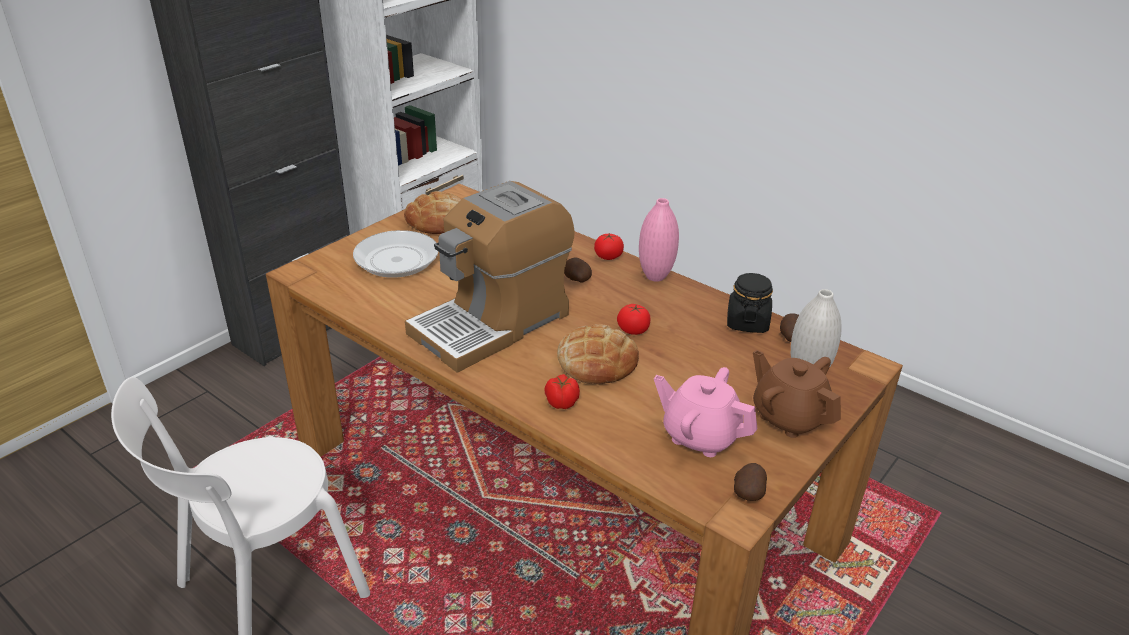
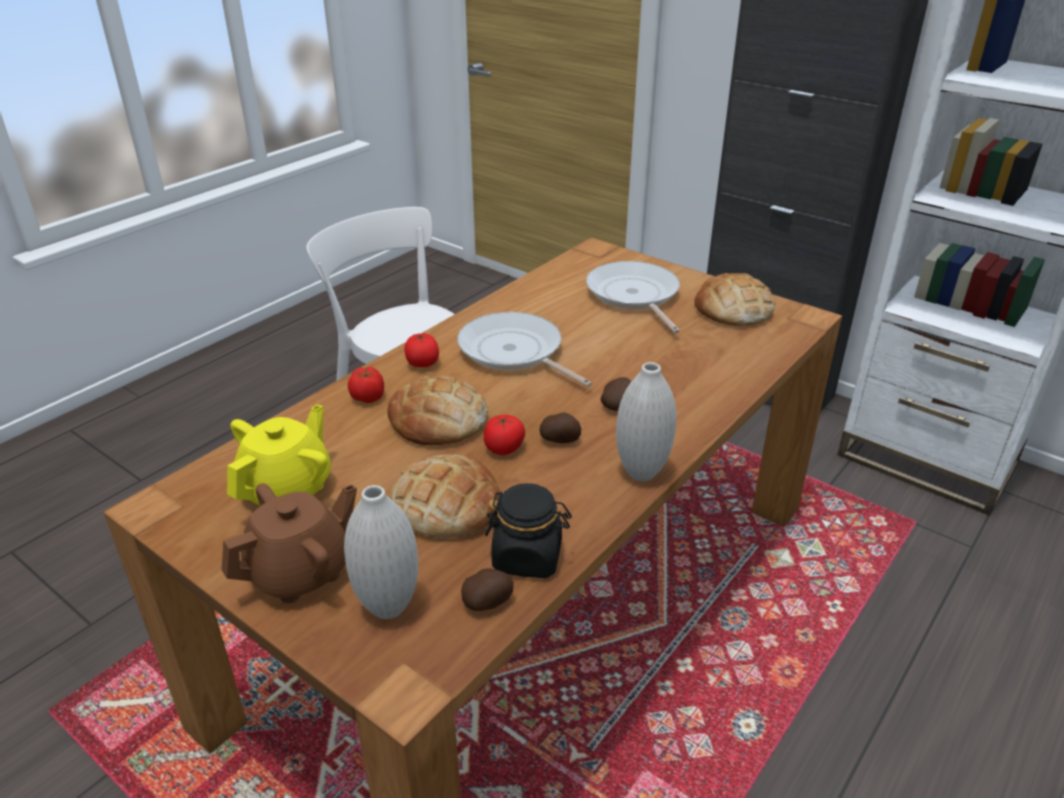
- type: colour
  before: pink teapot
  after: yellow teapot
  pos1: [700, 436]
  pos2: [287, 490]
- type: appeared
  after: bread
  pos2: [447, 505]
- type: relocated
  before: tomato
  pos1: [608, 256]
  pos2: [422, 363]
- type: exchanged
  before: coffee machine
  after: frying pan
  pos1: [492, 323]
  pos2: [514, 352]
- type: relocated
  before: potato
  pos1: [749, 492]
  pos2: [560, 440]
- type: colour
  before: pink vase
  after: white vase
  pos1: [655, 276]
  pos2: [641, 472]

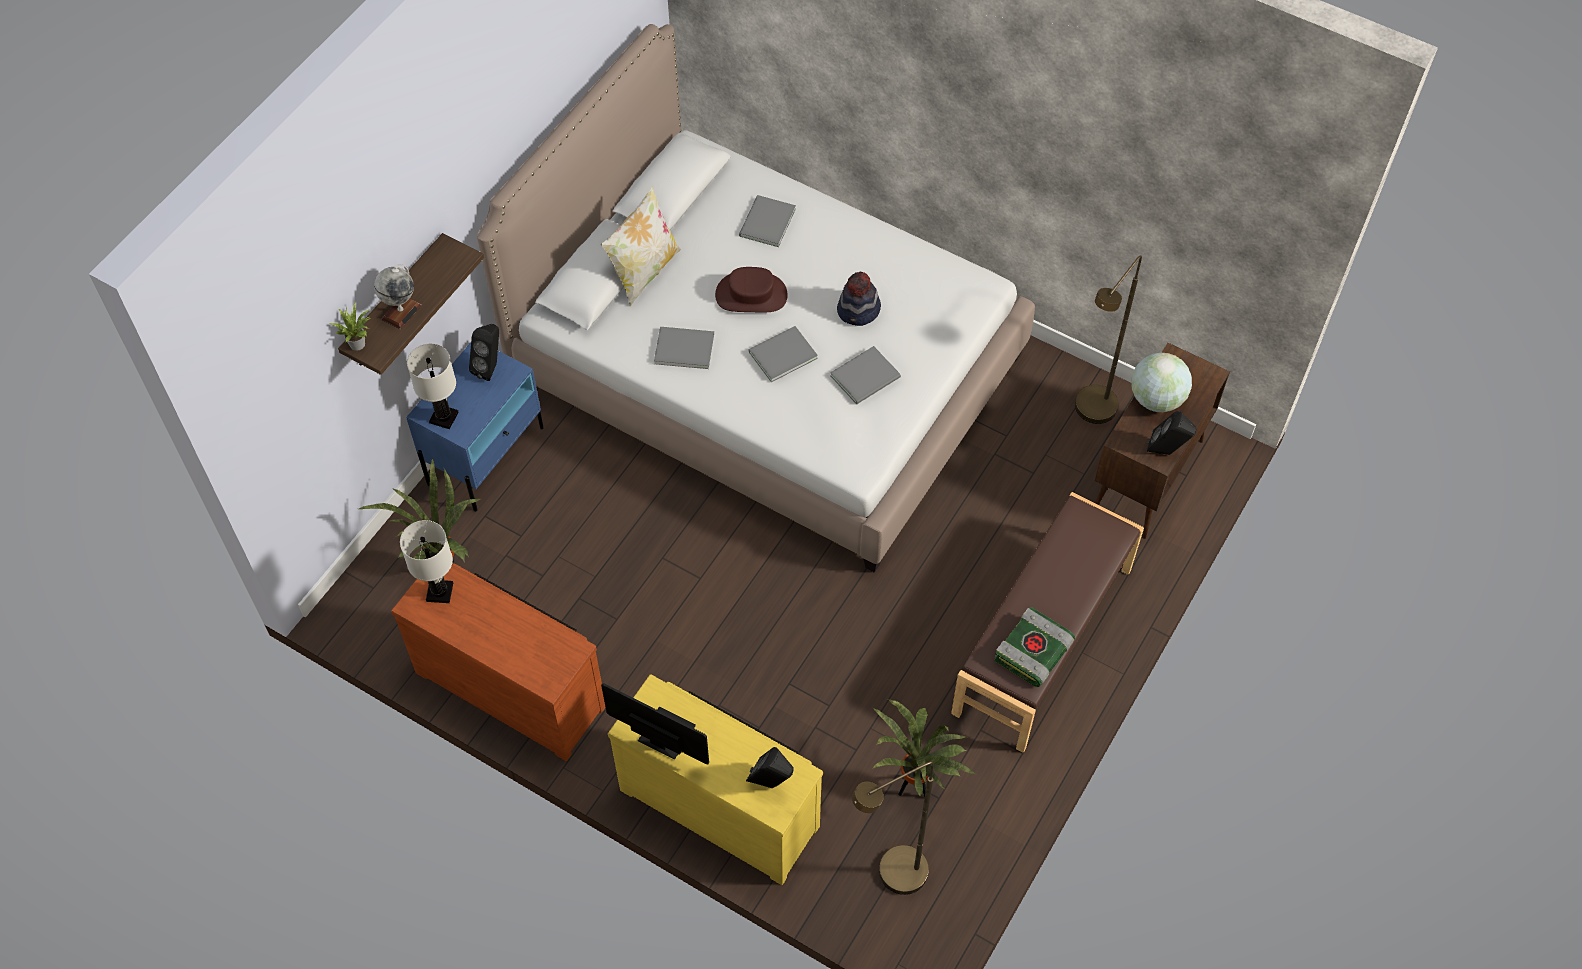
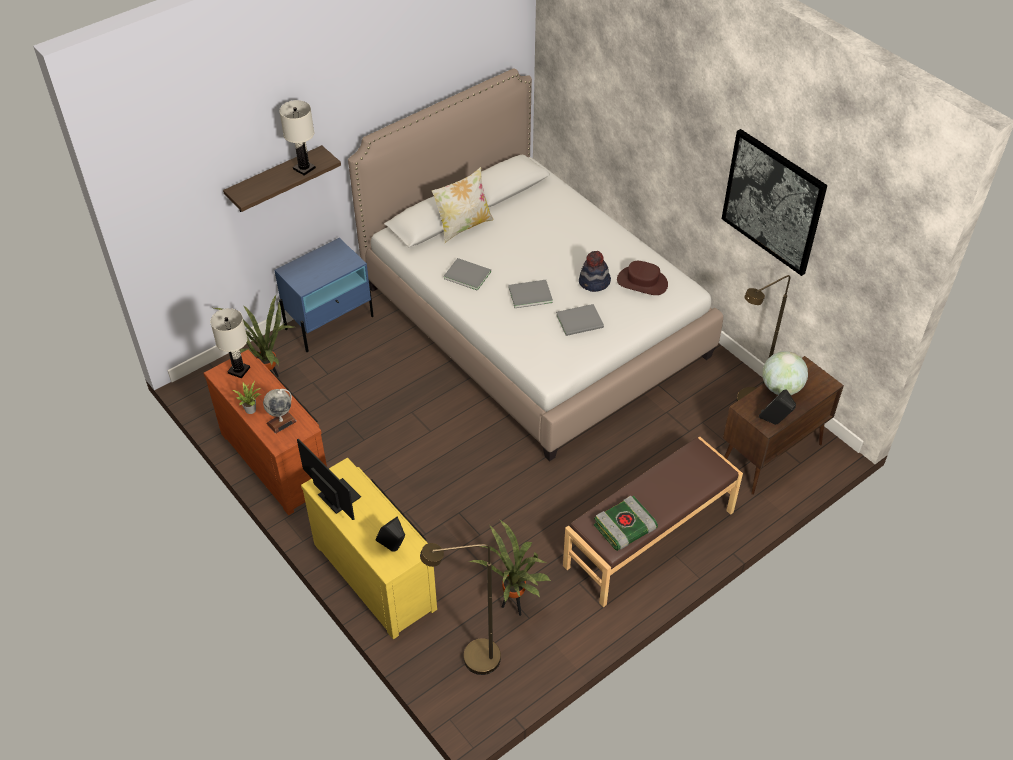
- type: relocated
  before: potted plant
  pos1: [358, 342]
  pos2: [251, 409]
- type: relocated
  before: globe
  pos1: [401, 312]
  pos2: [281, 422]
- type: relocated
  before: white table lamp
  pos1: [444, 418]
  pos2: [304, 169]
- type: relocated
  before: brown hat
  pos1: [751, 295]
  pos2: [642, 282]
- type: appeared
  after: picture
  pos2: [773, 202]
- type: missing
  before: black speaker
  pos1: [490, 367]
- type: missing
  before: grey book
  pos1: [765, 223]

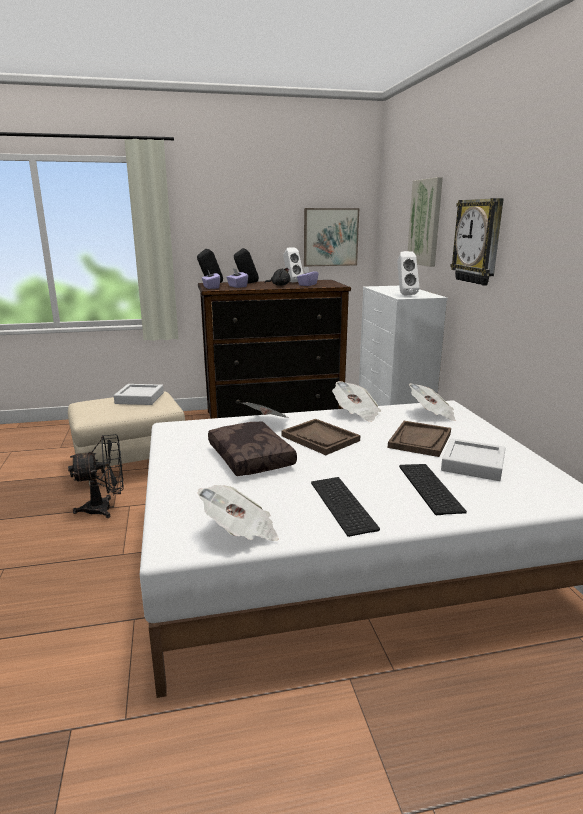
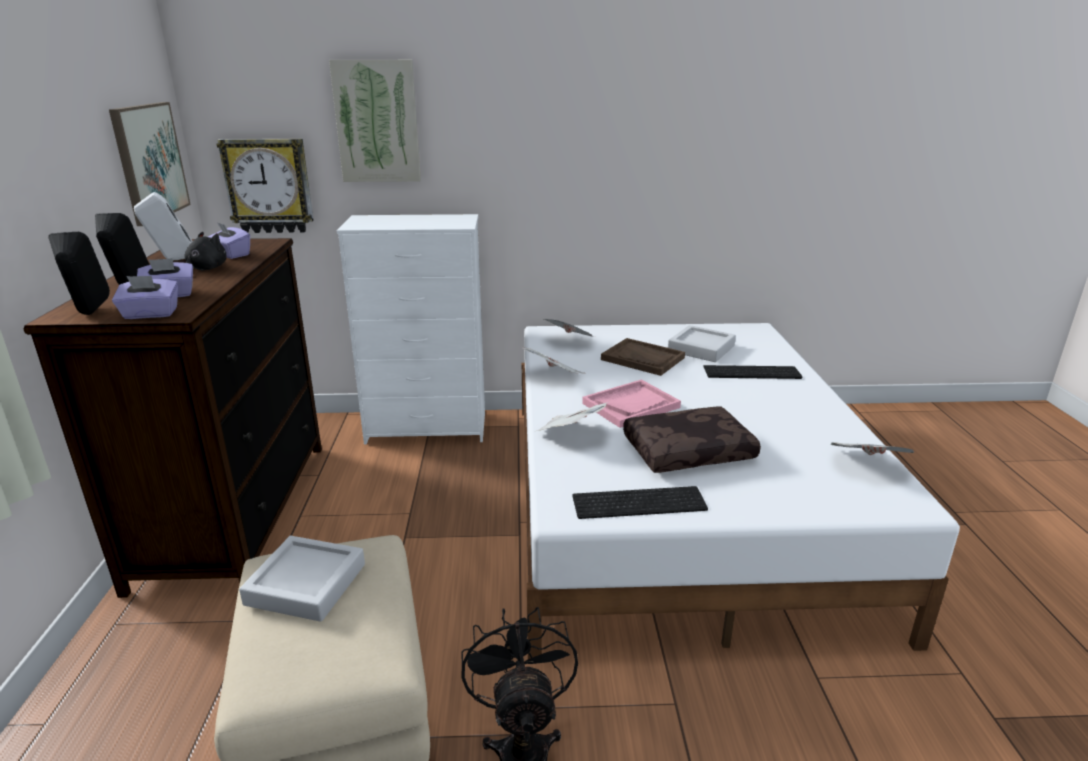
- type: relocated
  before: wall clock
  pos1: [478, 241]
  pos2: [269, 186]
- type: relocated
  before: keyboard
  pos1: [345, 505]
  pos2: [639, 501]
- type: colour
  before: brown tray
  after: pink tray
  pos1: [320, 438]
  pos2: [631, 405]
- type: missing
  before: white speaker
  pos1: [404, 295]

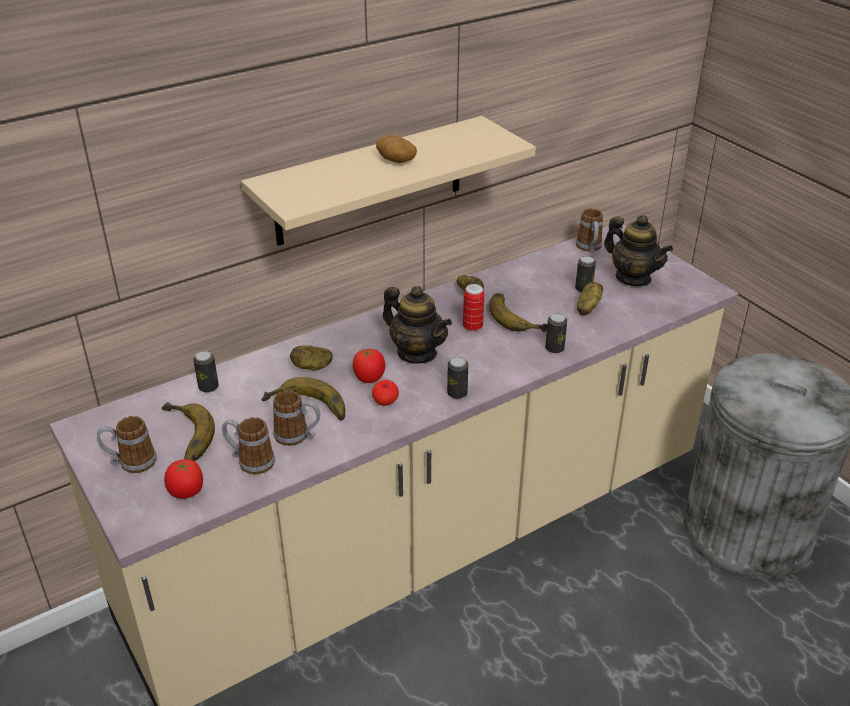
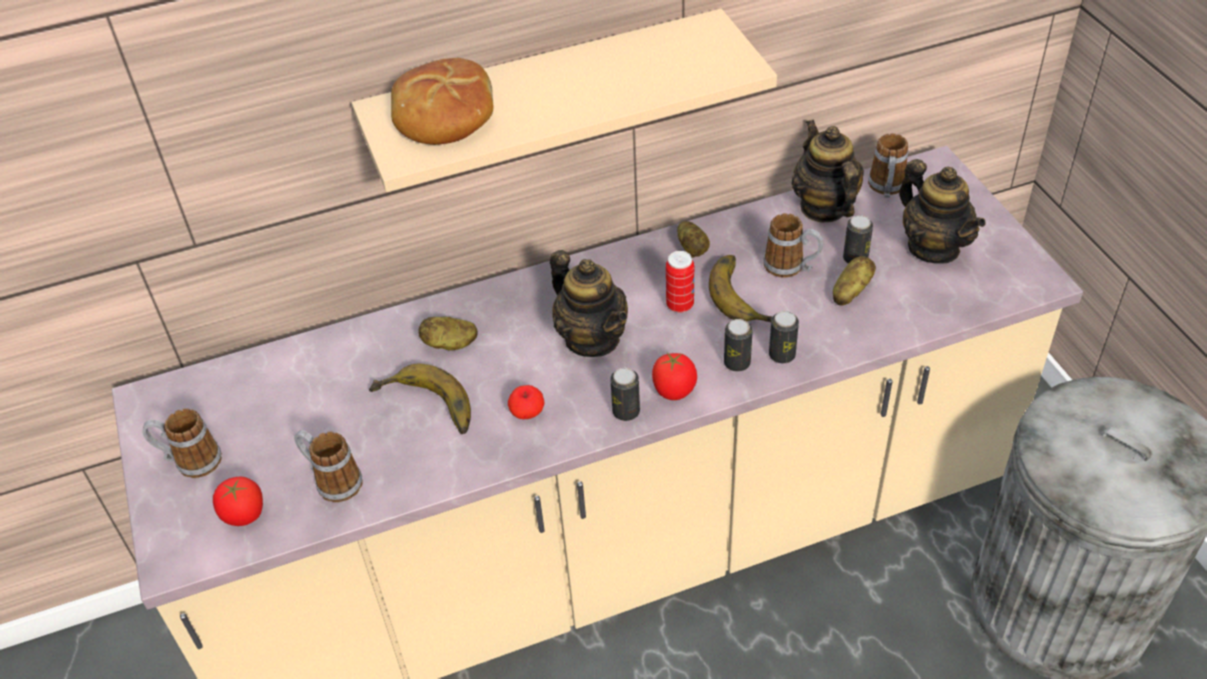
- type: appeared
  after: bread
  pos2: [444, 117]
- type: relocated
  before: tomato
  pos1: [369, 378]
  pos2: [674, 390]
- type: relocated
  before: can
  pos1: [208, 387]
  pos2: [737, 363]
- type: relocated
  before: mug
  pos1: [298, 436]
  pos2: [791, 267]
- type: appeared
  after: teapot
  pos2: [824, 207]
- type: missing
  before: banana
  pos1: [182, 438]
- type: missing
  before: potato
  pos1: [395, 160]

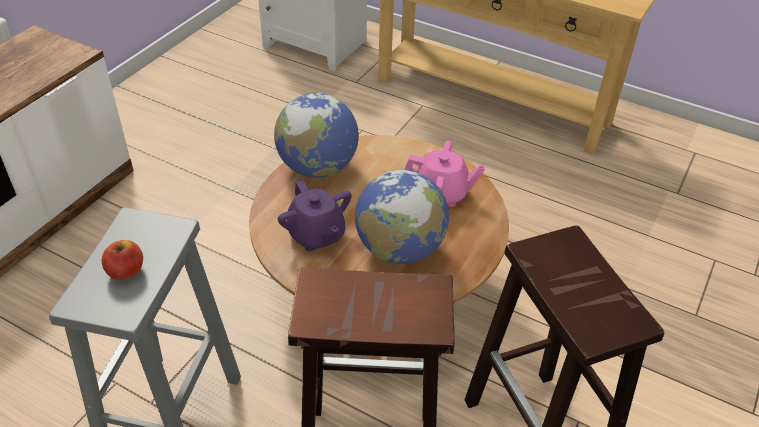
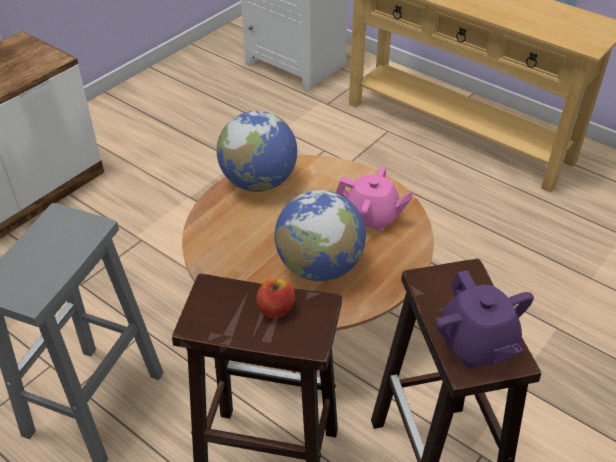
- type: relocated
  before: apple
  pos1: [126, 271]
  pos2: [275, 309]
- type: relocated
  before: purple teapot
  pos1: [316, 235]
  pos2: [477, 344]

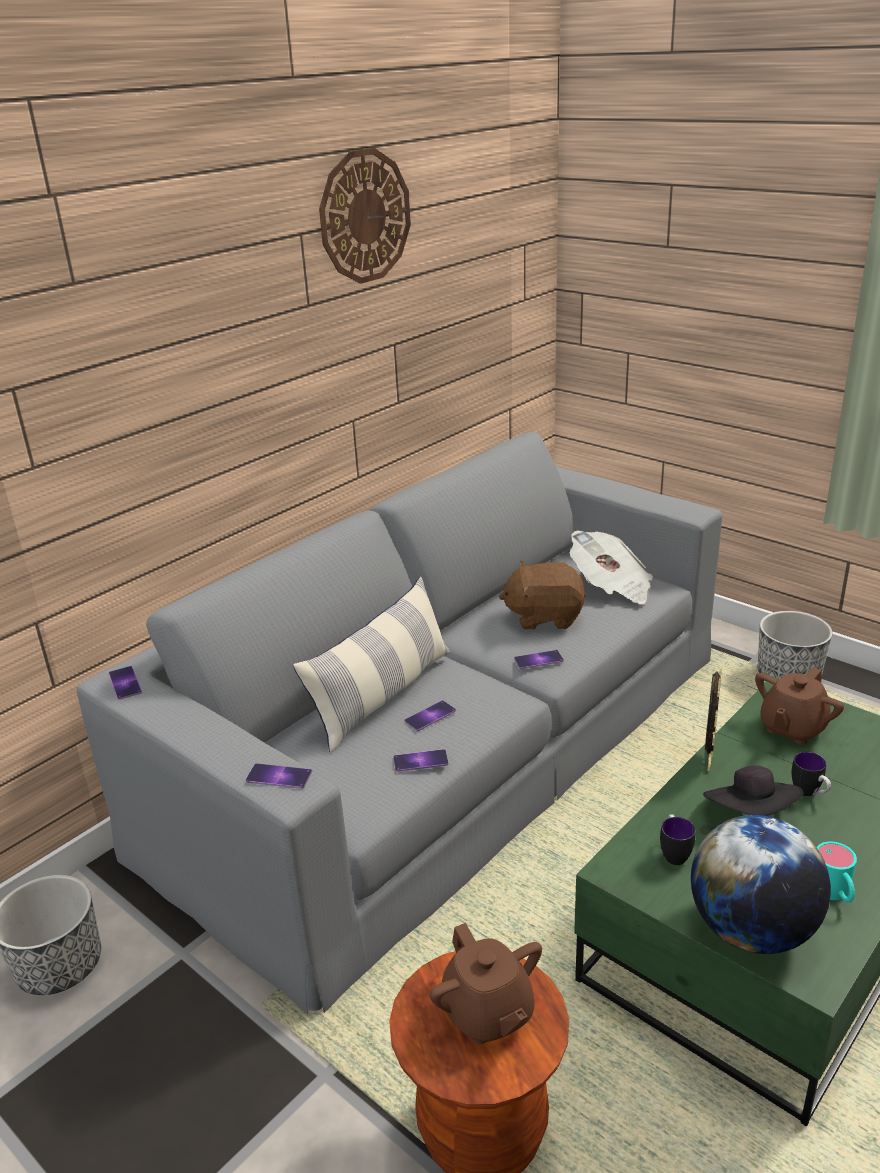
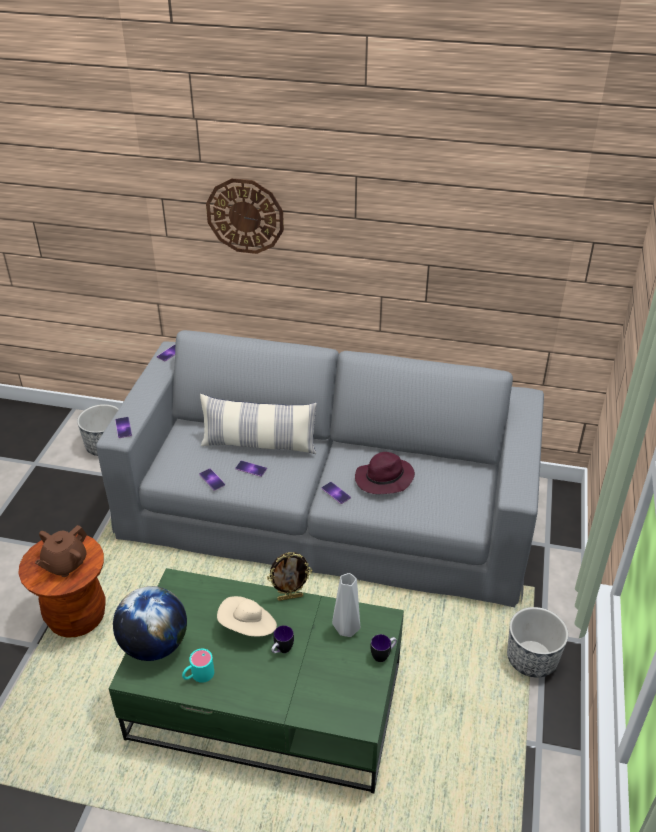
- type: relocated
  before: wall clock
  pos1: [365, 216]
  pos2: [245, 216]
- type: colour
  before: black hat
  after: beige hat
  pos1: [751, 814]
  pos2: [248, 627]
- type: exchanged
  before: brown teapot
  after: grey vase
  pos1: [792, 728]
  pos2: [346, 631]
- type: exchanged
  before: brown plush toy
  after: purple hat
  pos1: [544, 617]
  pos2: [383, 479]
- type: relocated
  before: mug
  pos1: [673, 853]
  pos2: [383, 655]
- type: missing
  before: newspaper
  pos1: [611, 587]

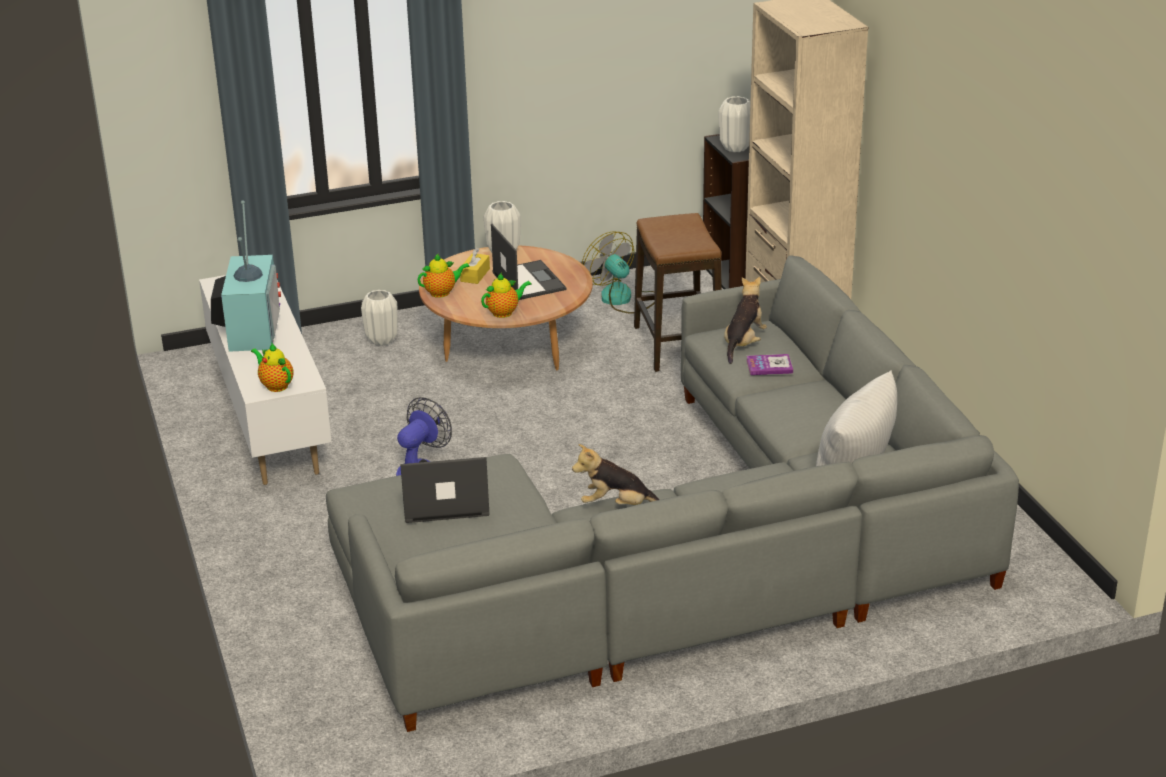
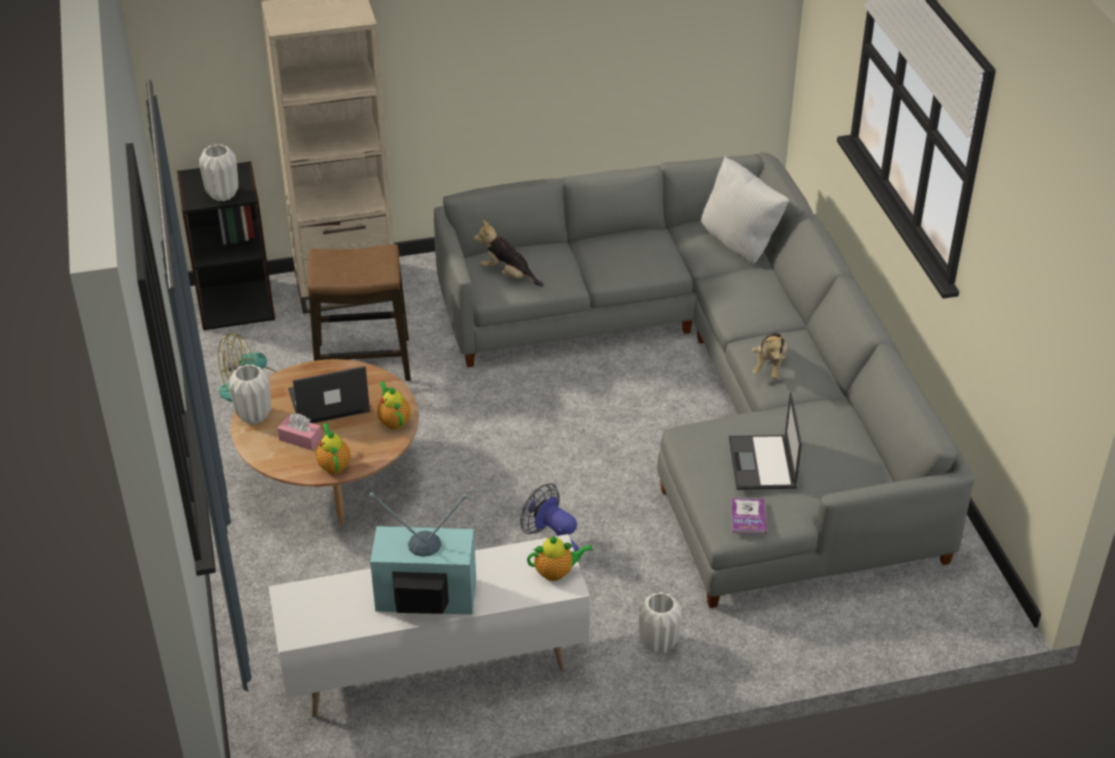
- type: colour
  before: yellow tissue box
  after: pink tissue box
  pos1: [475, 275]
  pos2: [300, 439]
- type: spun
  before: teapot
  pos1: [275, 385]
  pos2: [556, 572]
  turn: -150
- type: relocated
  before: white vase
  pos1: [381, 340]
  pos2: [659, 644]
- type: relocated
  before: book
  pos1: [769, 366]
  pos2: [748, 517]

